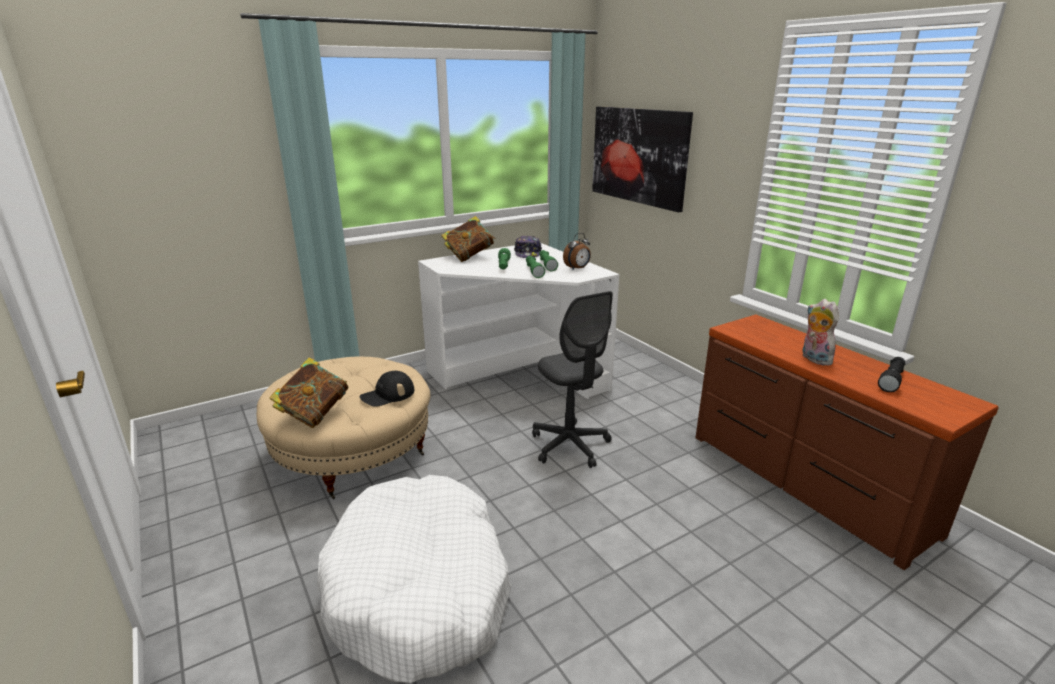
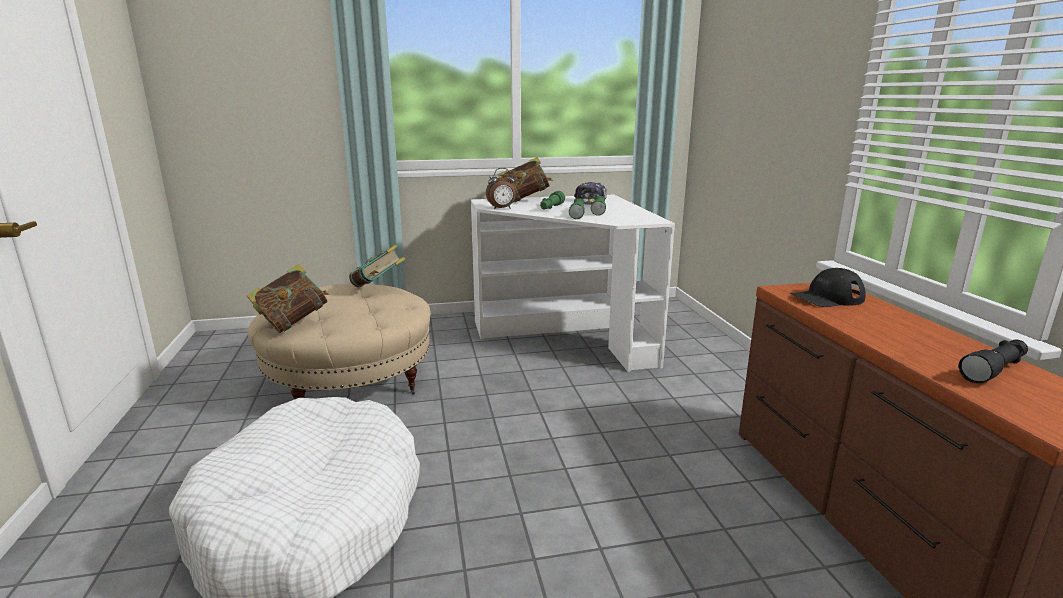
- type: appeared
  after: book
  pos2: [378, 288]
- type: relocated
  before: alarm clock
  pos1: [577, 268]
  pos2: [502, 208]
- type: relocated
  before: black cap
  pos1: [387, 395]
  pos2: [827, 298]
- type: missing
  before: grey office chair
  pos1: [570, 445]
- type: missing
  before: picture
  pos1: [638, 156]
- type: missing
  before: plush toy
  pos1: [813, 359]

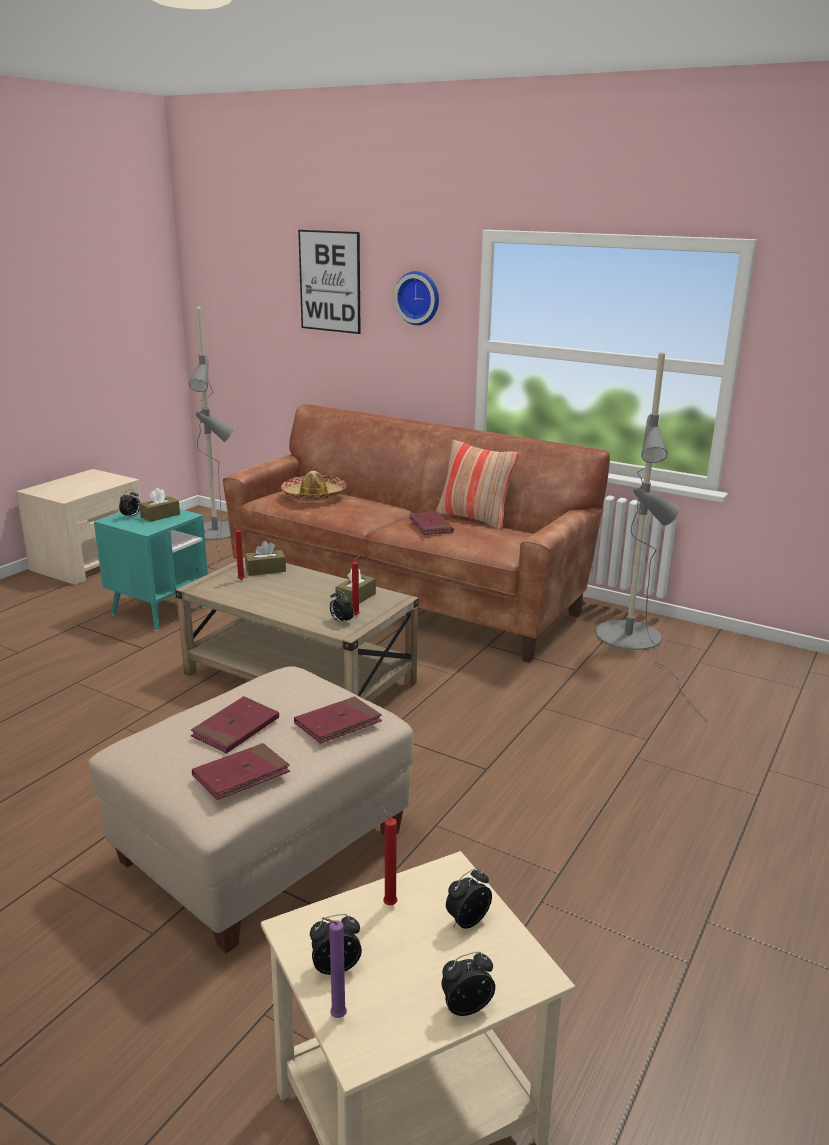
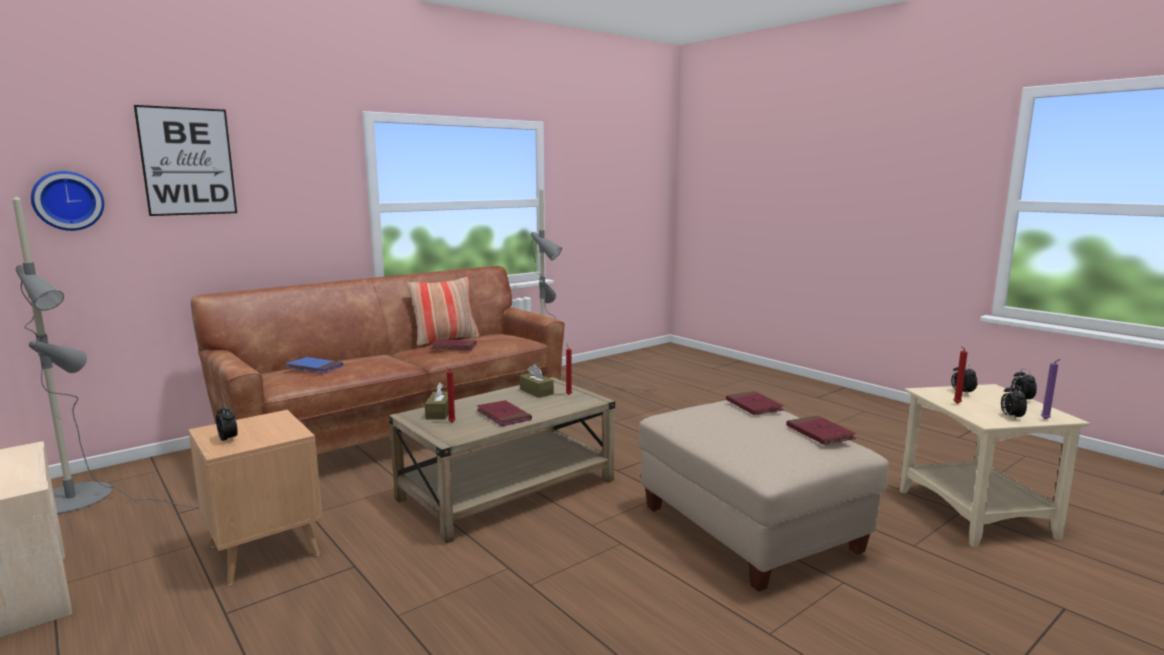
- type: relocated
  before: wall clock
  pos1: [418, 298]
  pos2: [68, 200]
- type: colour
  before: turquoise side table
  after: brown side table
  pos1: [158, 610]
  pos2: [264, 550]
- type: exchanged
  before: hat
  after: blue book
  pos1: [314, 495]
  pos2: [315, 368]
- type: relocated
  before: red book
  pos1: [236, 728]
  pos2: [503, 416]
- type: missing
  before: brown tissue box
  pos1: [160, 516]
- type: missing
  before: alarm clock
  pos1: [341, 621]

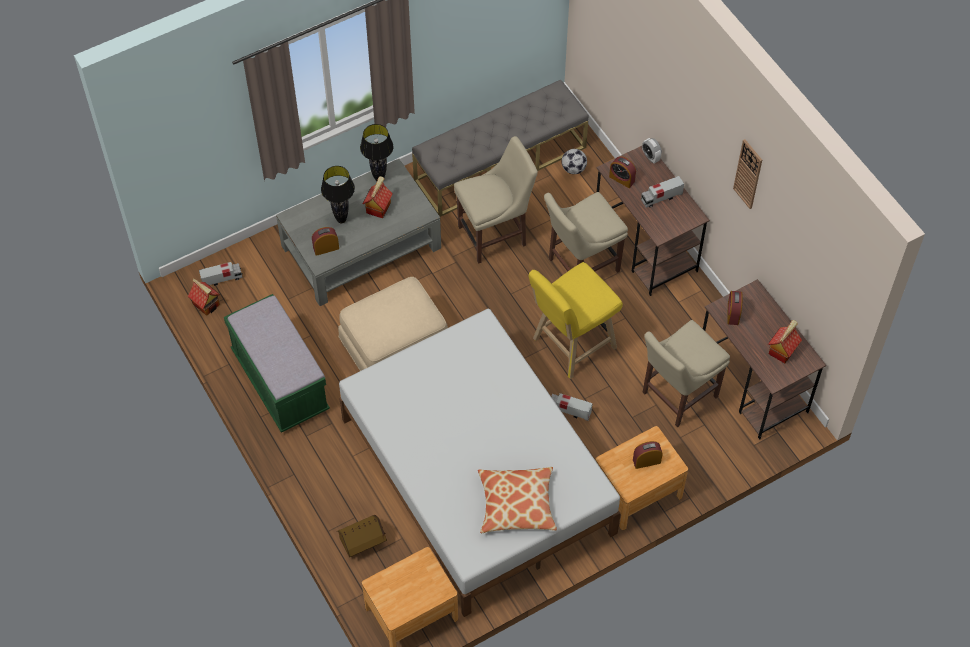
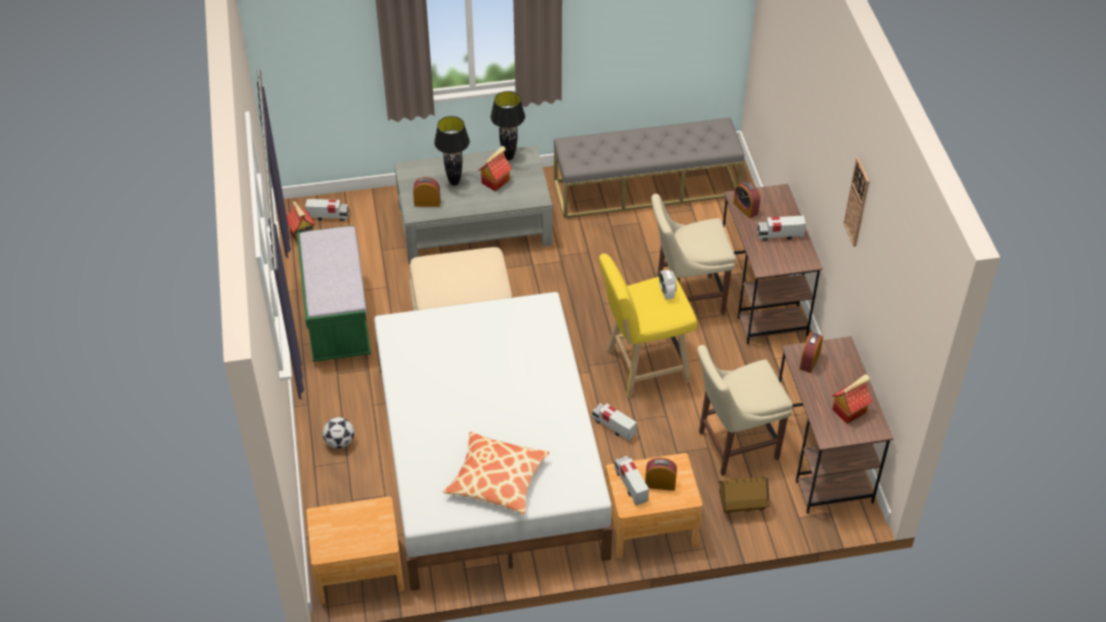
- type: relocated
  before: football
  pos1: [573, 169]
  pos2: [340, 442]
- type: appeared
  after: toy truck
  pos2: [630, 485]
- type: relocated
  before: alarm clock
  pos1: [650, 157]
  pos2: [667, 293]
- type: relocated
  before: toy house
  pos1: [363, 542]
  pos2: [742, 505]
- type: missing
  before: beige chair
  pos1: [495, 235]

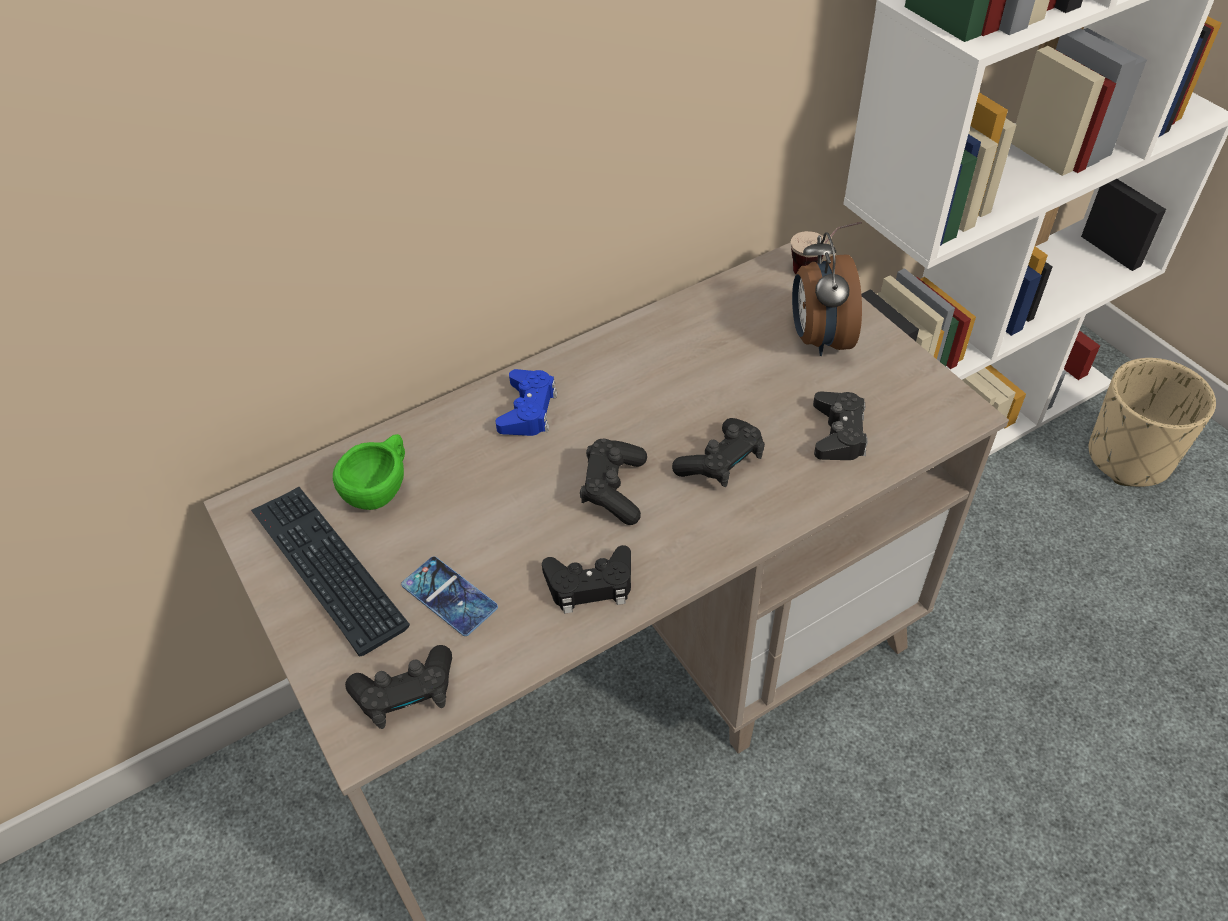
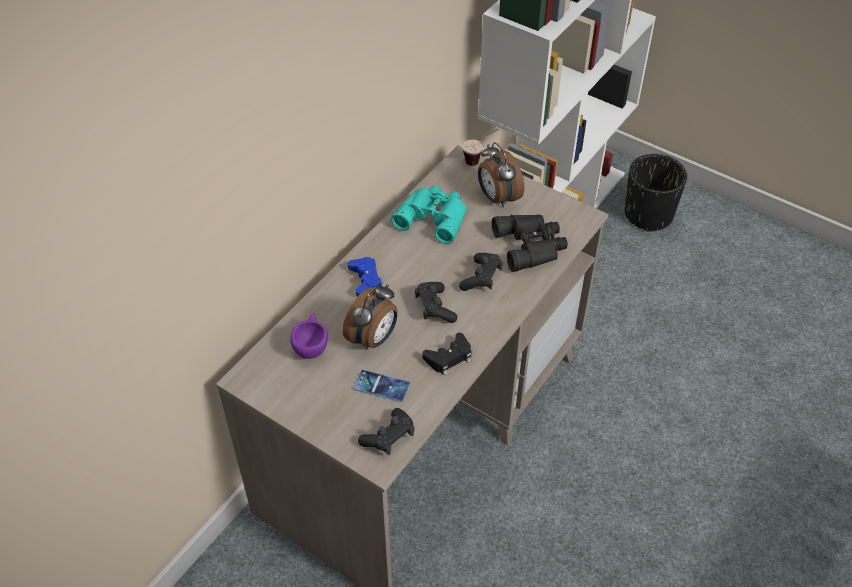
- type: colour
  before: green cup
  after: purple cup
  pos1: [381, 488]
  pos2: [311, 345]
- type: appeared
  after: alarm clock
  pos2: [374, 339]
- type: appeared
  after: turquoise binoculars
  pos2: [433, 216]
- type: exchanged
  before: black game controller
  after: black binoculars
  pos1: [838, 433]
  pos2: [531, 245]
- type: colour
  before: beige planter
  after: black planter
  pos1: [1128, 458]
  pos2: [648, 215]
- type: missing
  before: keyboard
  pos1: [328, 569]

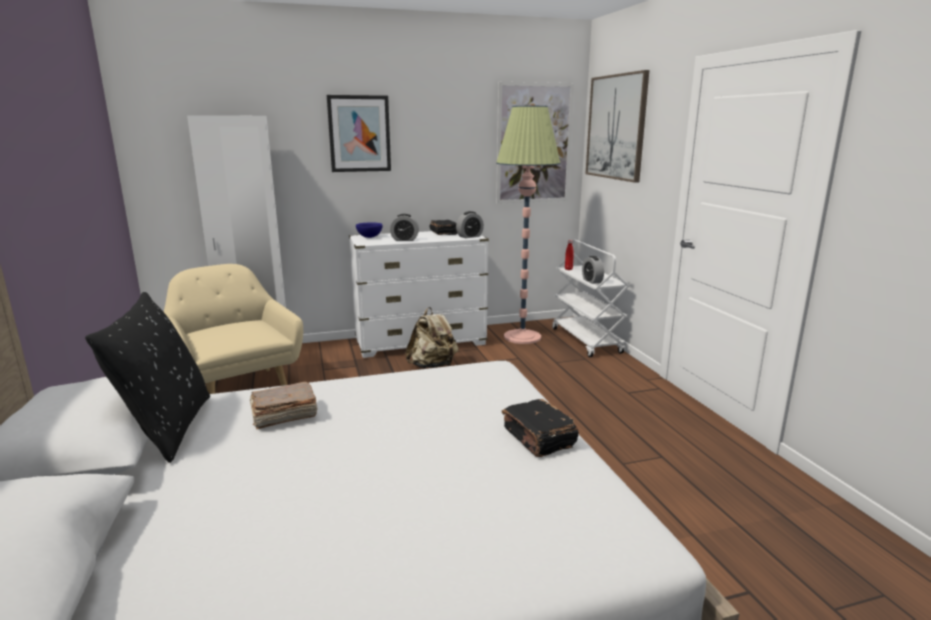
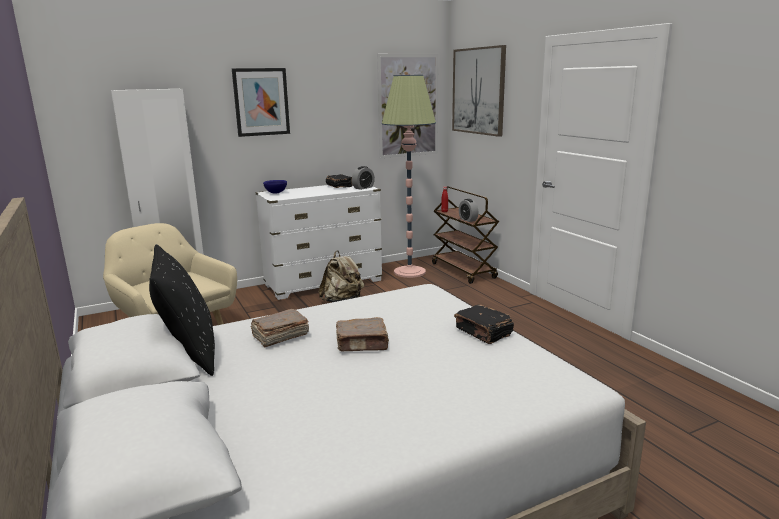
- type: appeared
  after: brown book
  pos2: [363, 344]
- type: colour
  before: white cart
  after: brown cart
  pos1: [586, 341]
  pos2: [464, 271]
- type: missing
  before: alarm clock
  pos1: [404, 240]

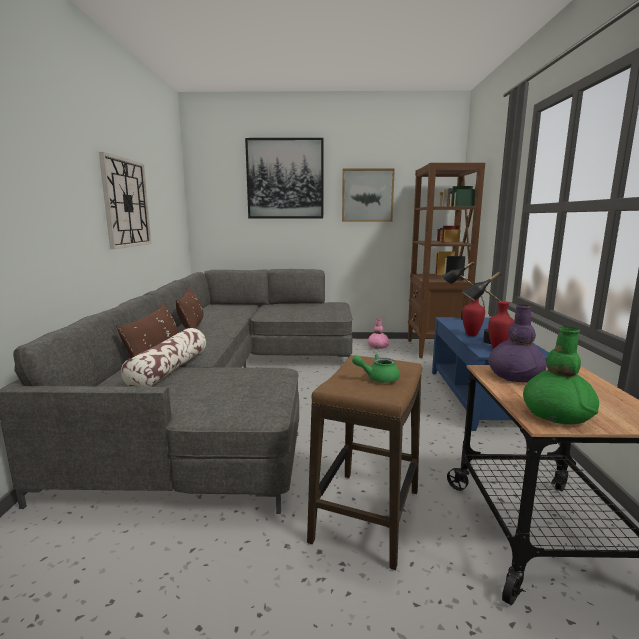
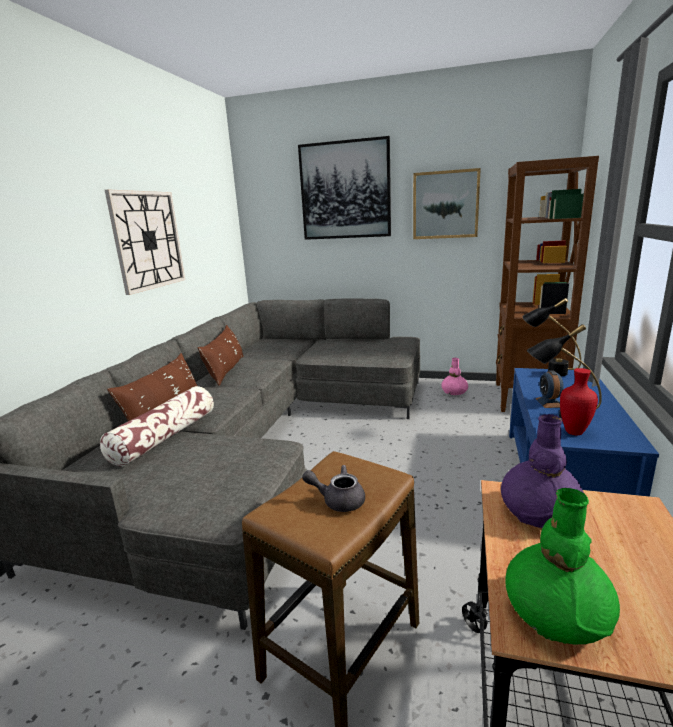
- type: colour
  before: green teapot
  after: grey teapot
  pos1: [378, 378]
  pos2: [338, 500]
- type: exchanged
  before: red vase
  after: alarm clock
  pos1: [472, 335]
  pos2: [549, 402]

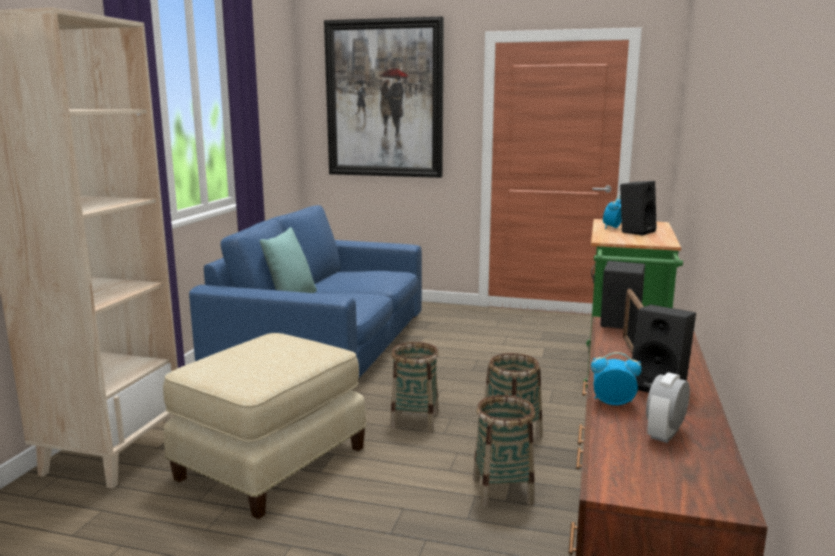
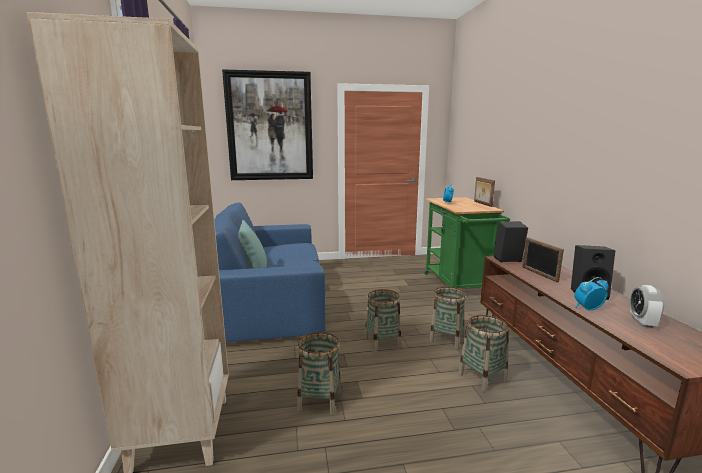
- type: exchanged
  before: beige ottoman
  after: basket
  pos1: [270, 462]
  pos2: [319, 400]
- type: appeared
  after: picture frame
  pos2: [482, 204]
- type: missing
  before: black speaker
  pos1: [635, 231]

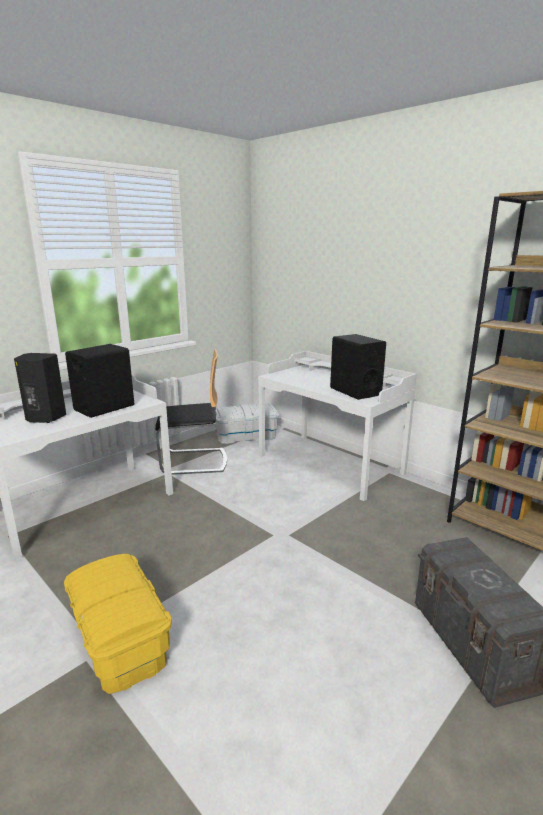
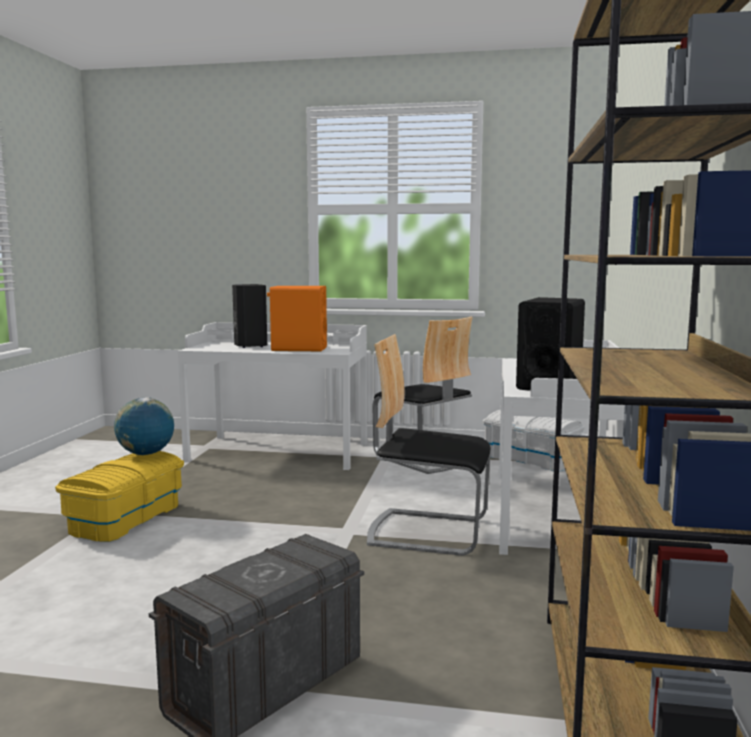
- type: appeared
  after: globe
  pos2: [146, 454]
- type: colour
  before: black speaker
  after: orange speaker
  pos1: [104, 408]
  pos2: [299, 349]
- type: appeared
  after: chair
  pos2: [428, 531]

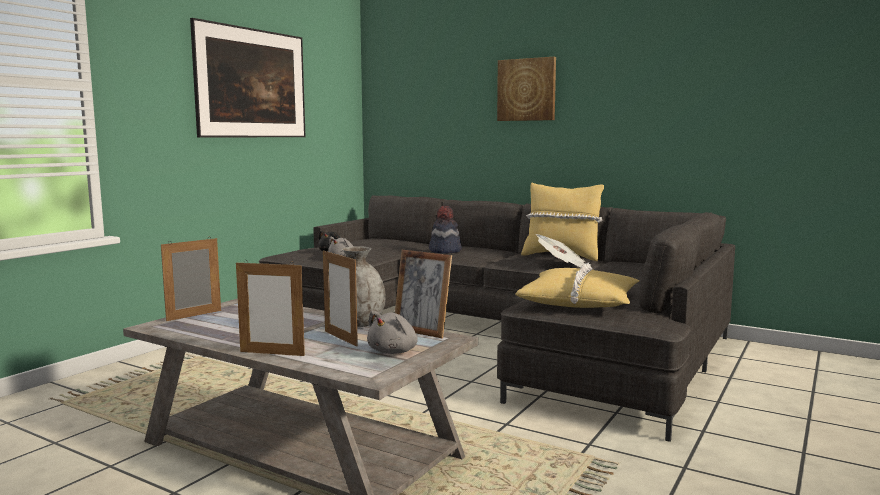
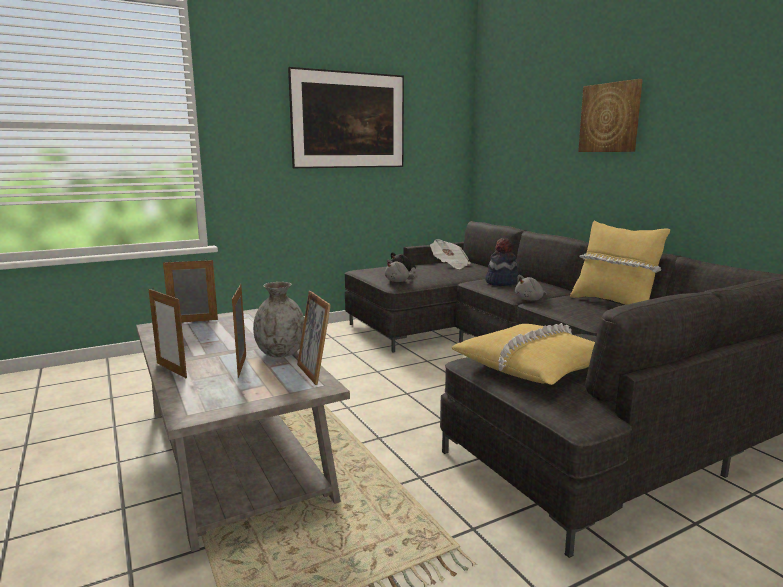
- type: relocated
  before: newspaper
  pos1: [562, 266]
  pos2: [450, 265]
- type: relocated
  before: grey plush toy
  pos1: [394, 351]
  pos2: [530, 300]

